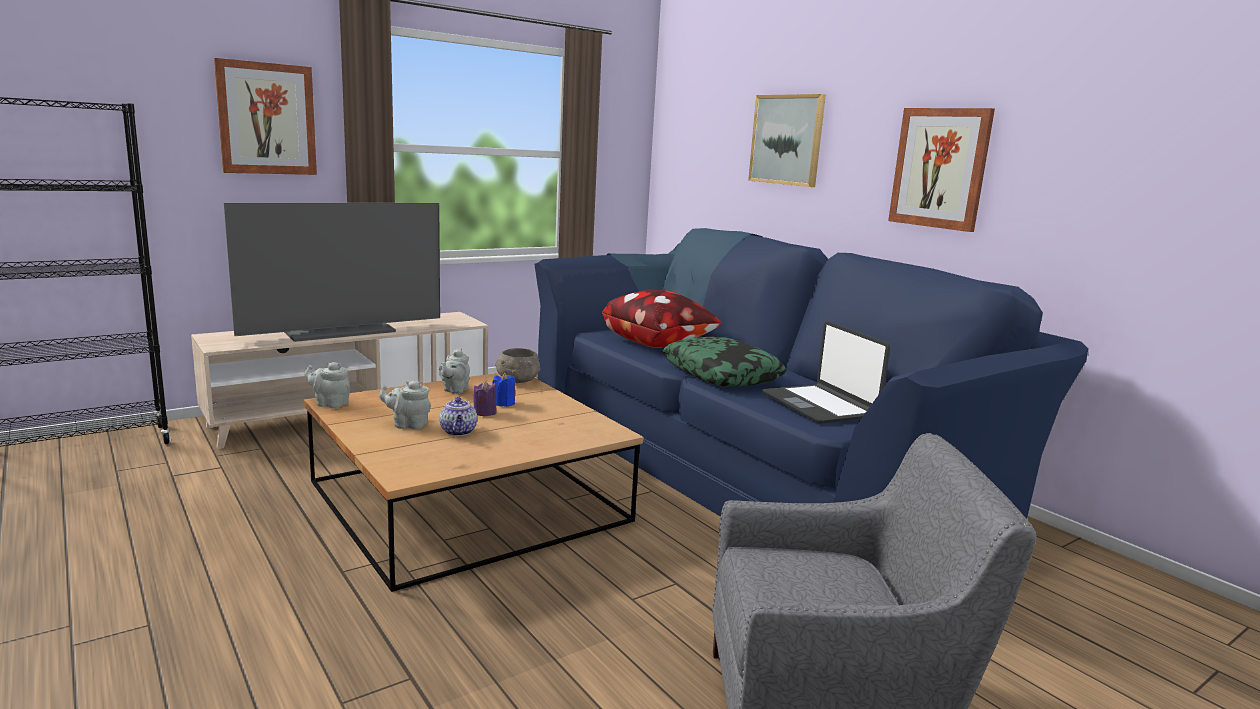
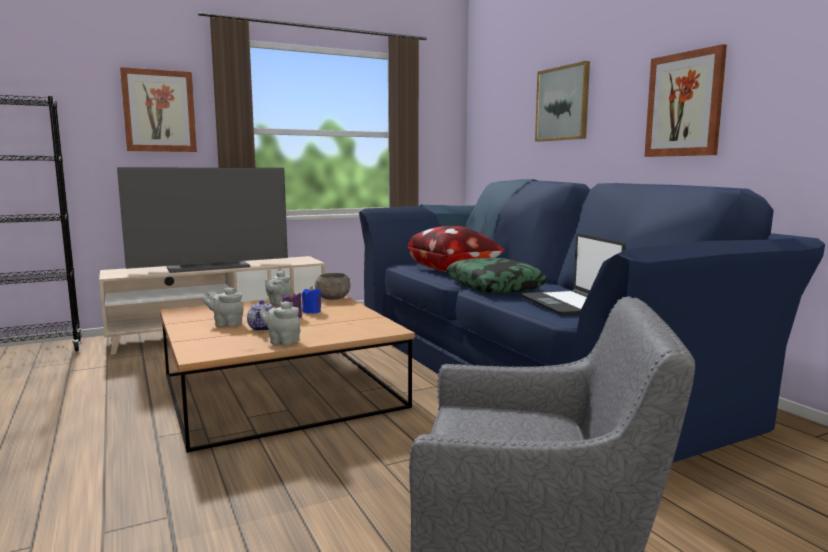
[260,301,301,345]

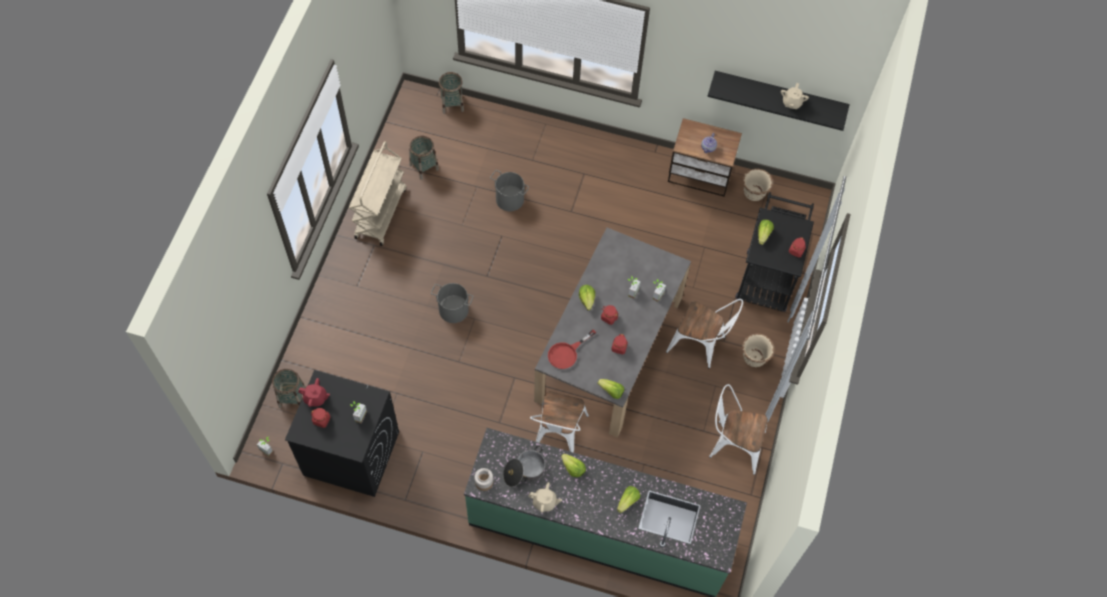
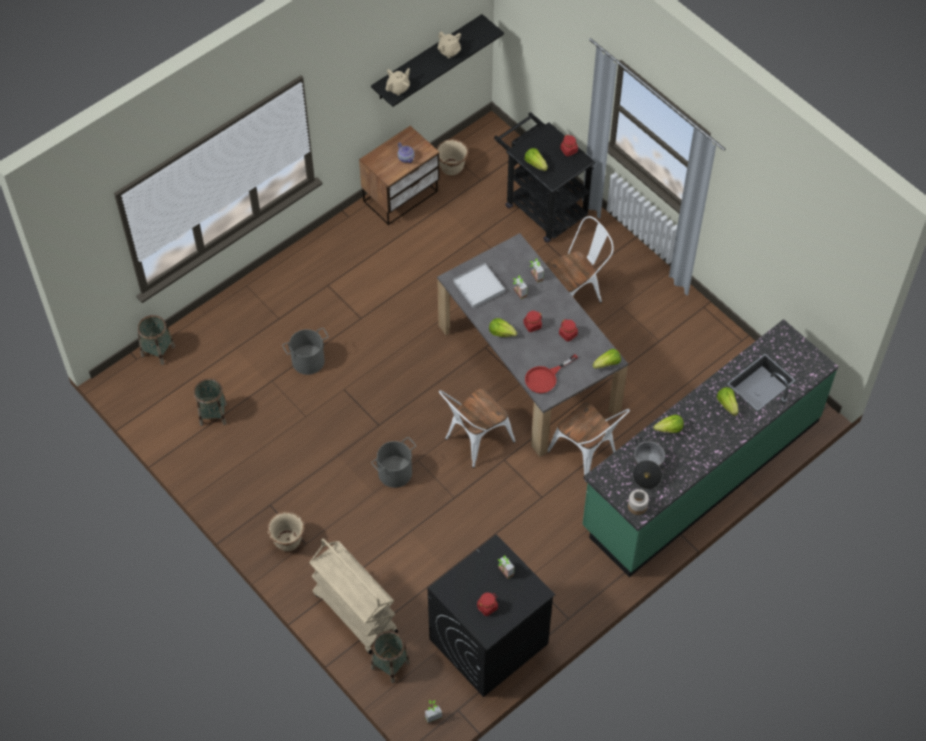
[268,511,305,551]
[309,538,398,654]
[385,68,410,95]
[439,388,515,468]
[453,263,505,309]
[525,354,578,394]
[298,378,330,407] (first image)

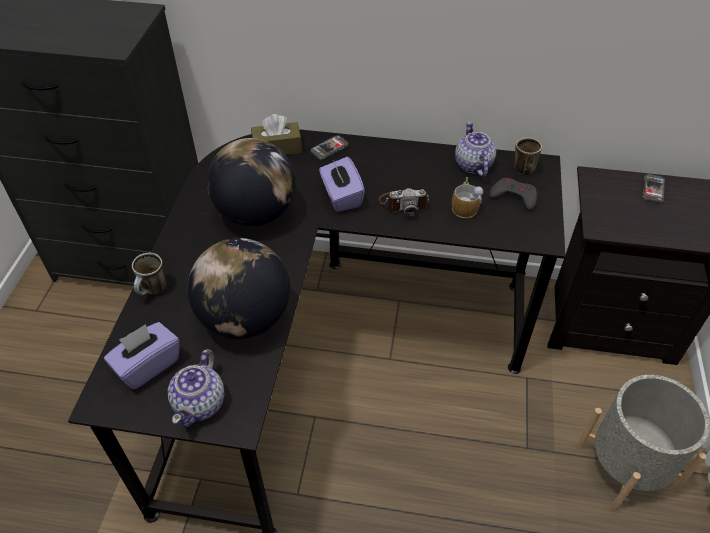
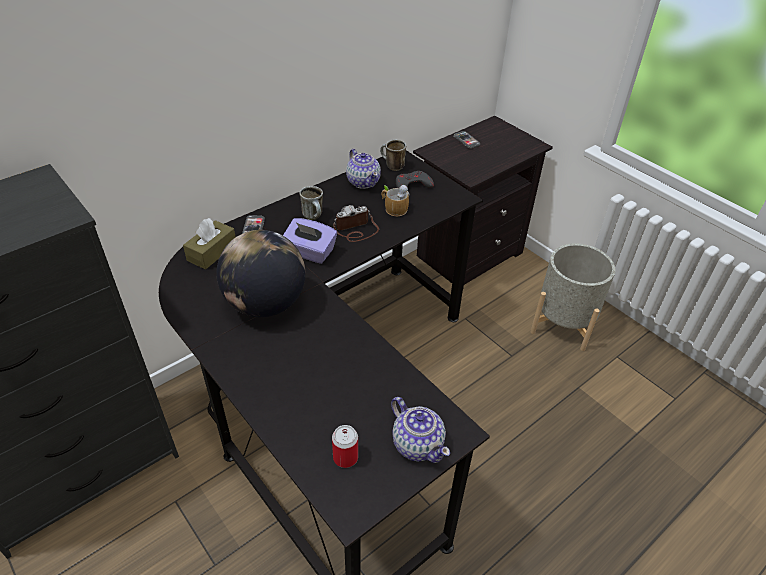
[299,186,323,220]
[332,425,358,468]
[333,205,379,242]
[346,149,381,189]
[187,238,290,339] (first image)

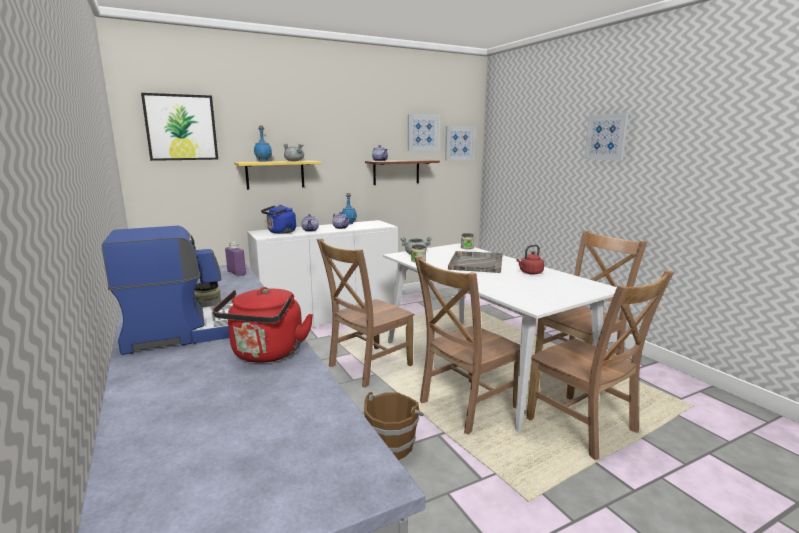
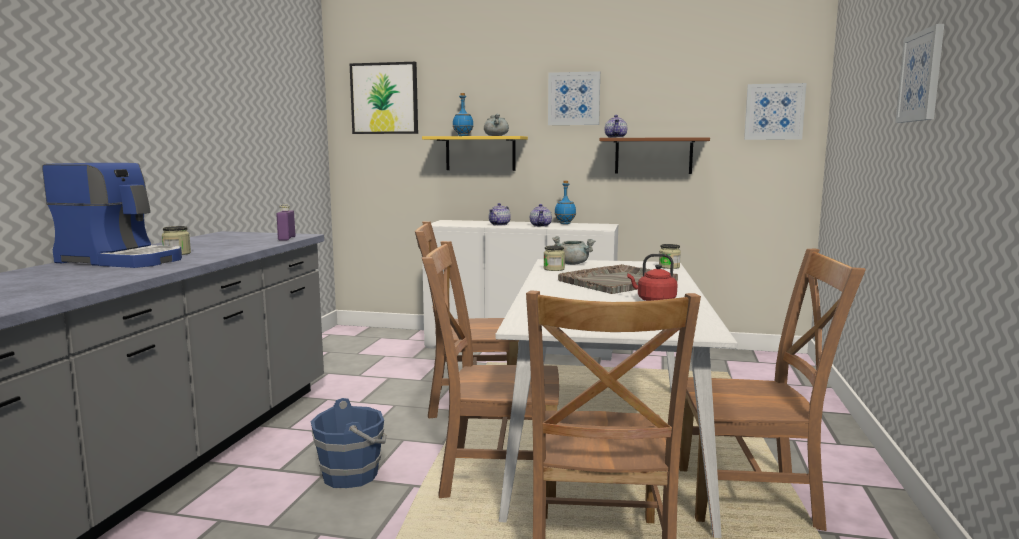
[310,398,387,488]
[548,71,600,125]
[213,287,314,363] (first image)
[261,205,296,234] (first image)

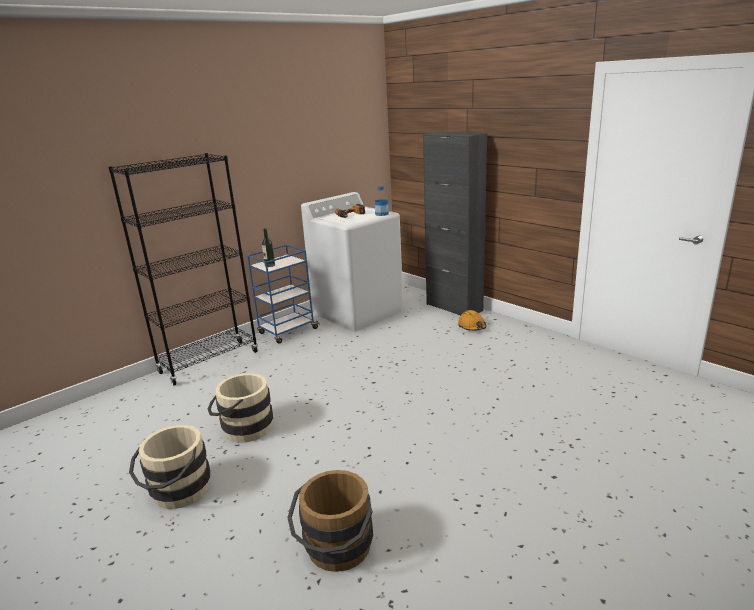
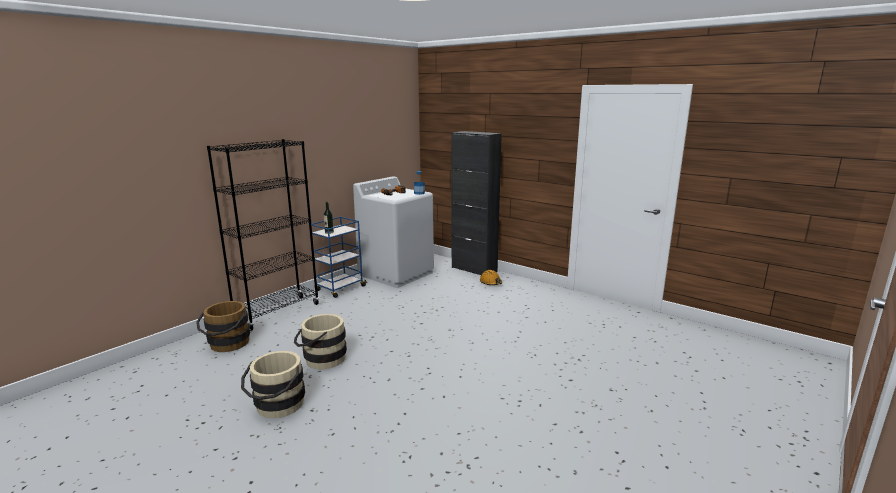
[196,301,250,352]

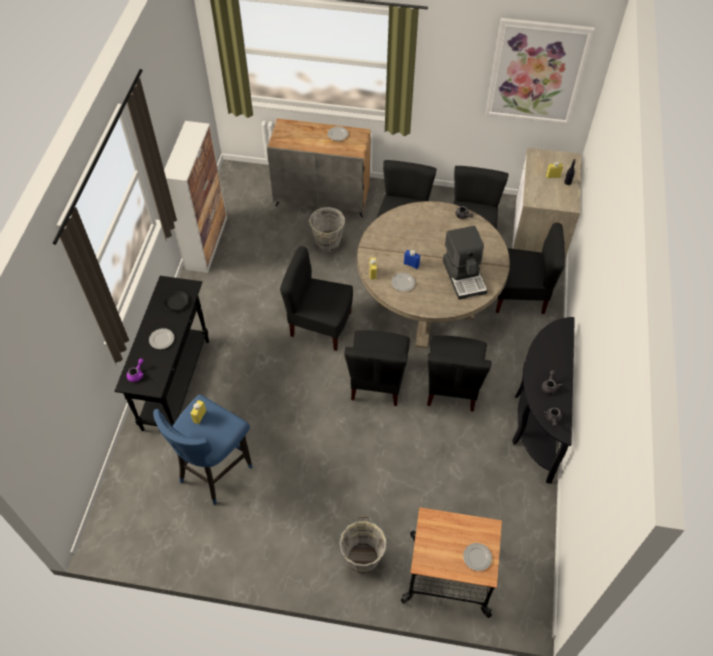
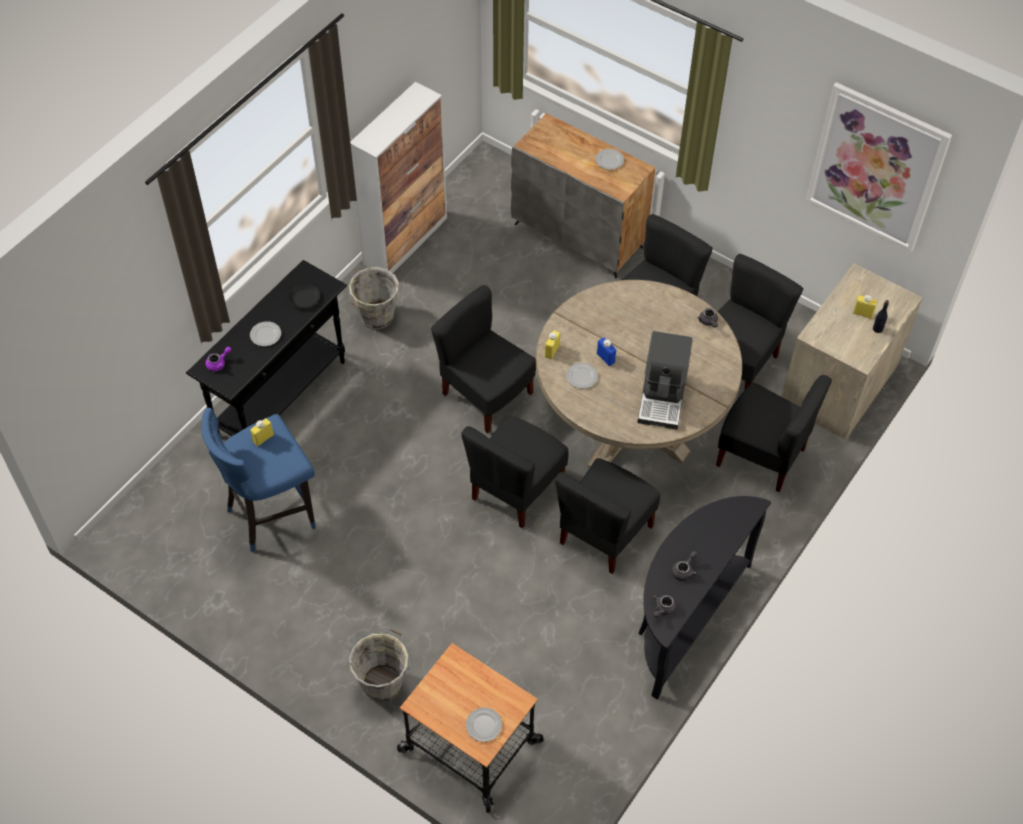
[347,267,399,329]

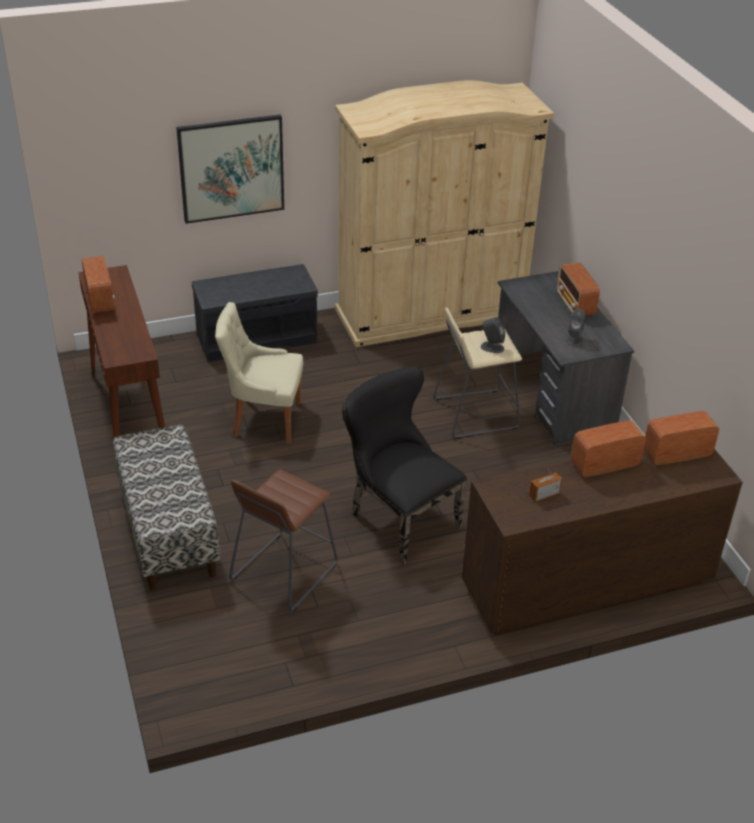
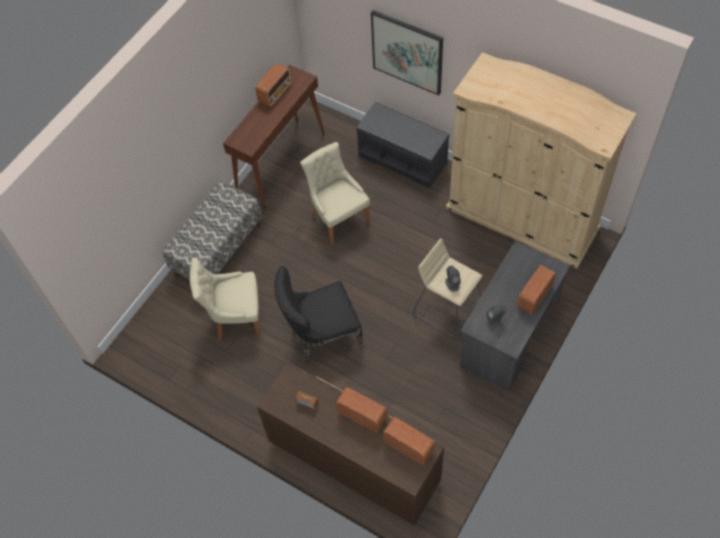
[190,257,261,341]
[274,266,364,363]

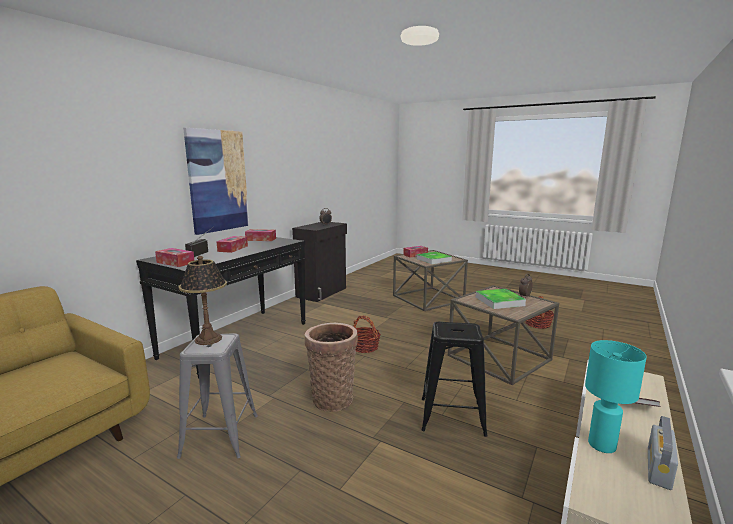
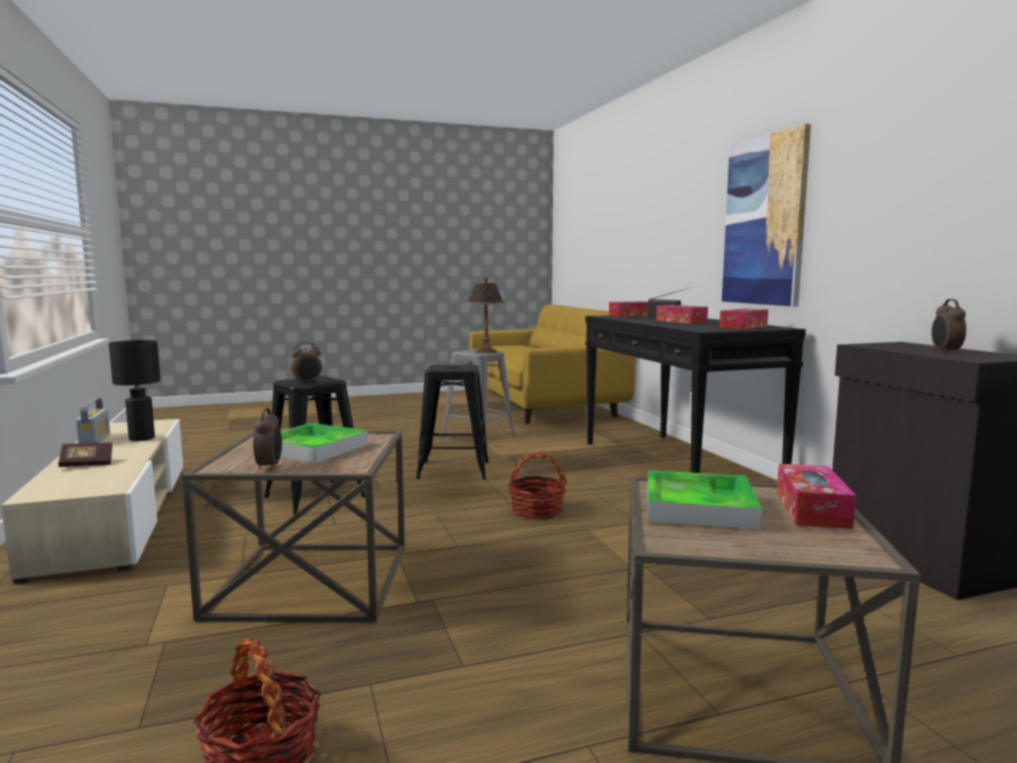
[109,340,161,441]
[290,342,322,384]
[416,365,489,480]

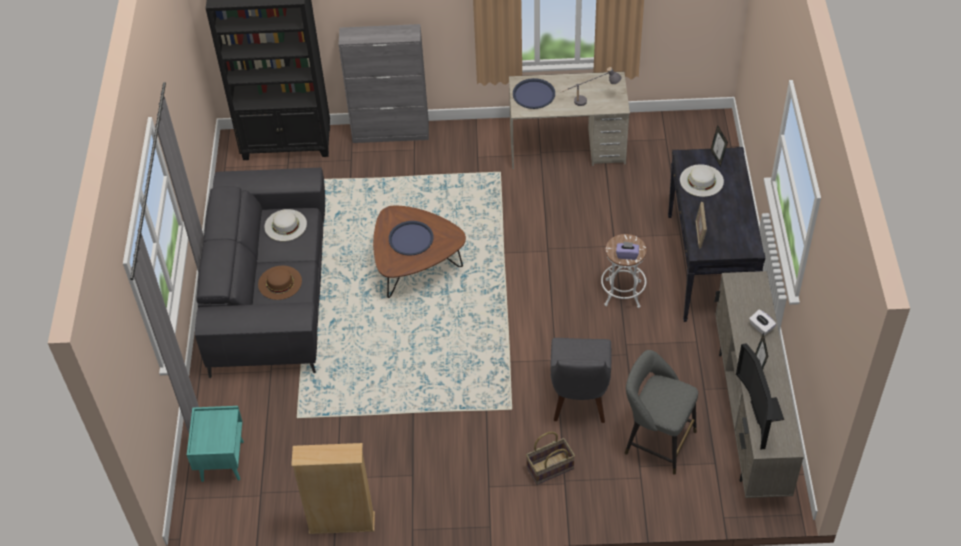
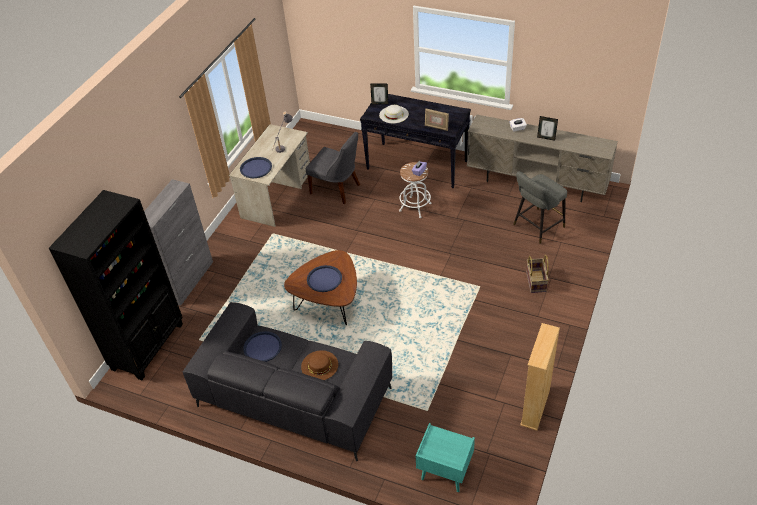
[243,331,282,362]
[306,132,360,204]
[736,343,784,450] (first image)

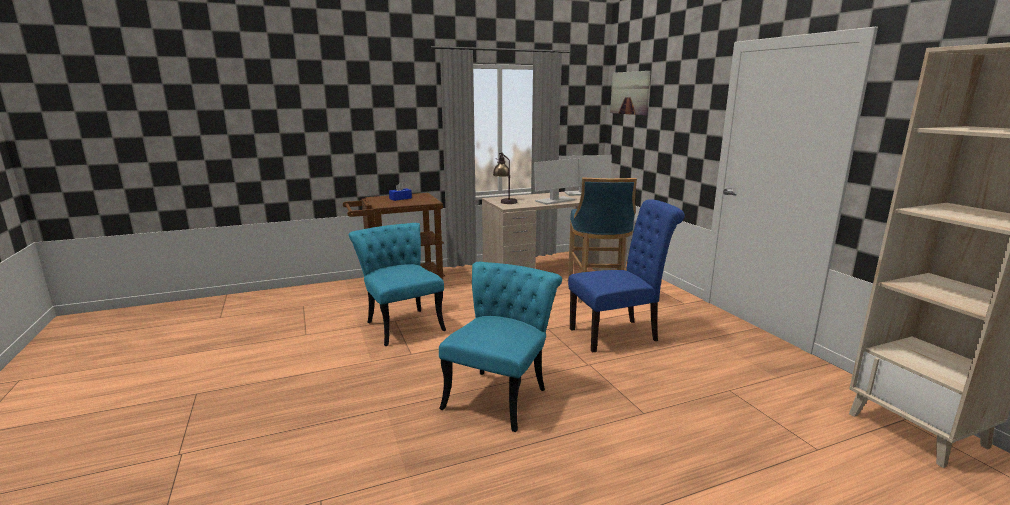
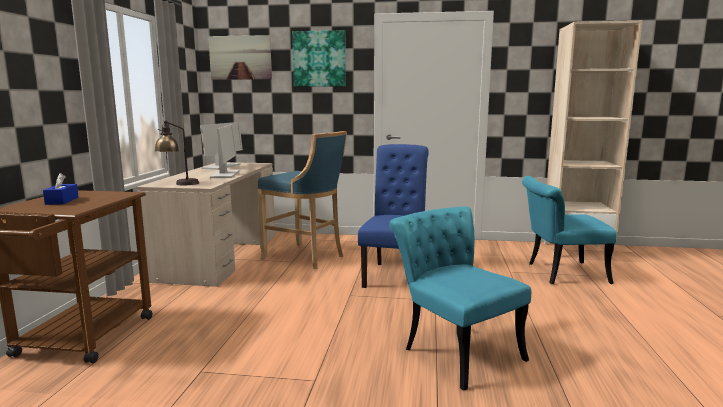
[292,30,346,87]
[522,176,616,284]

